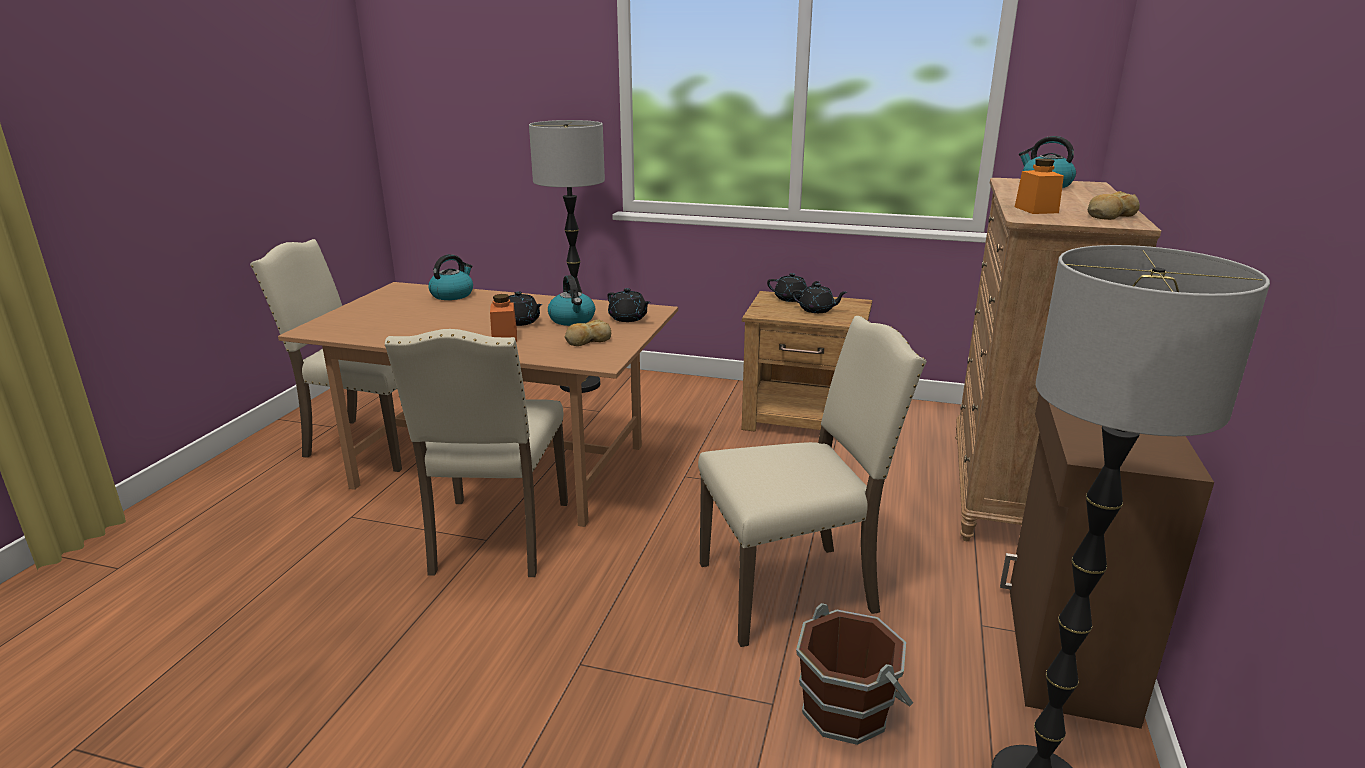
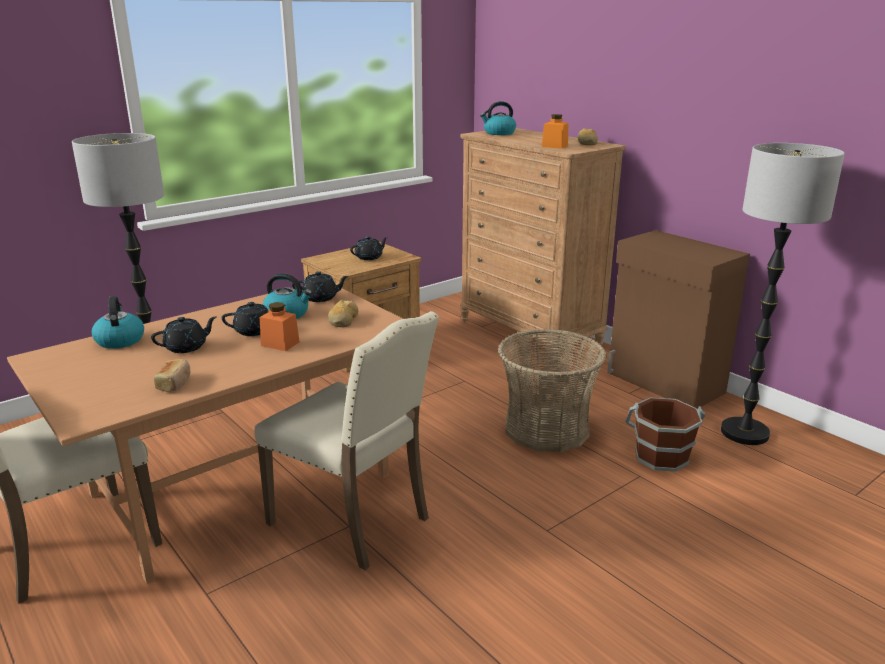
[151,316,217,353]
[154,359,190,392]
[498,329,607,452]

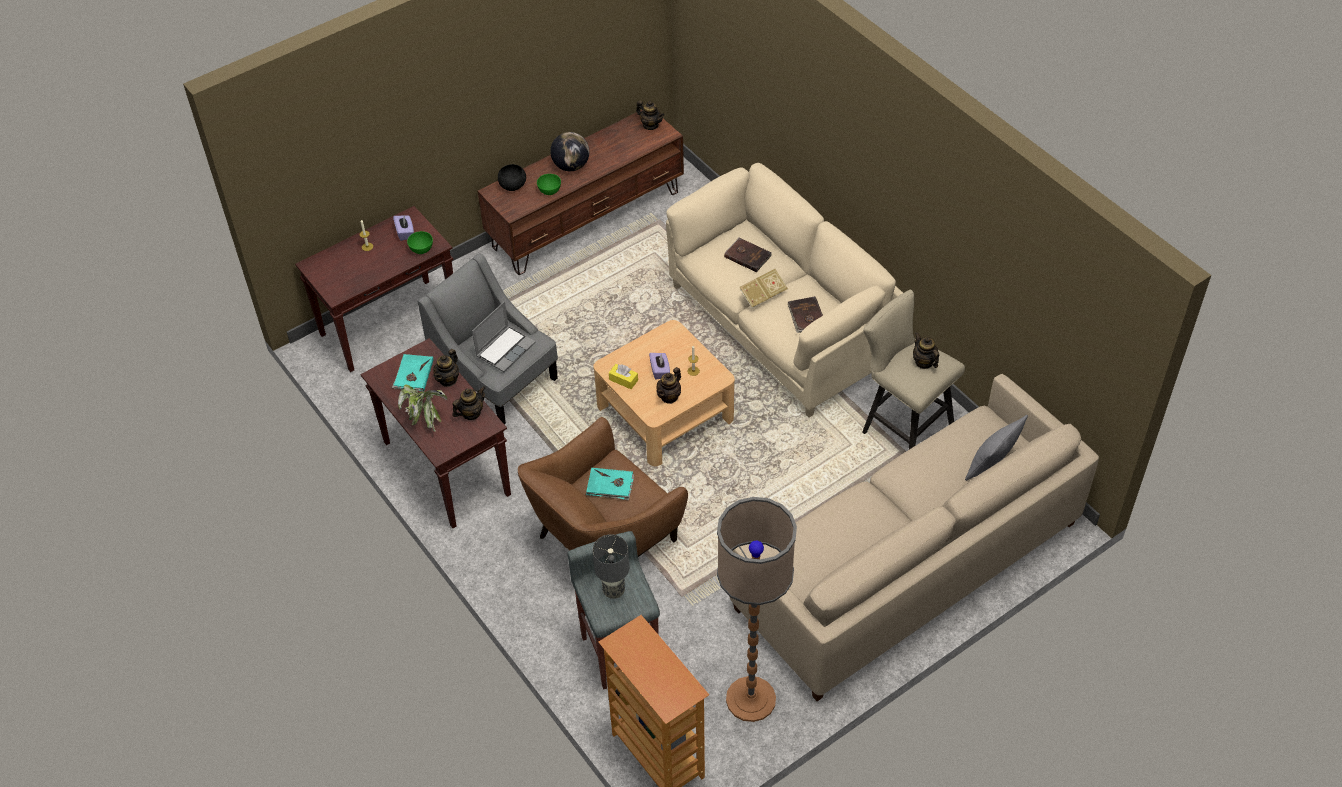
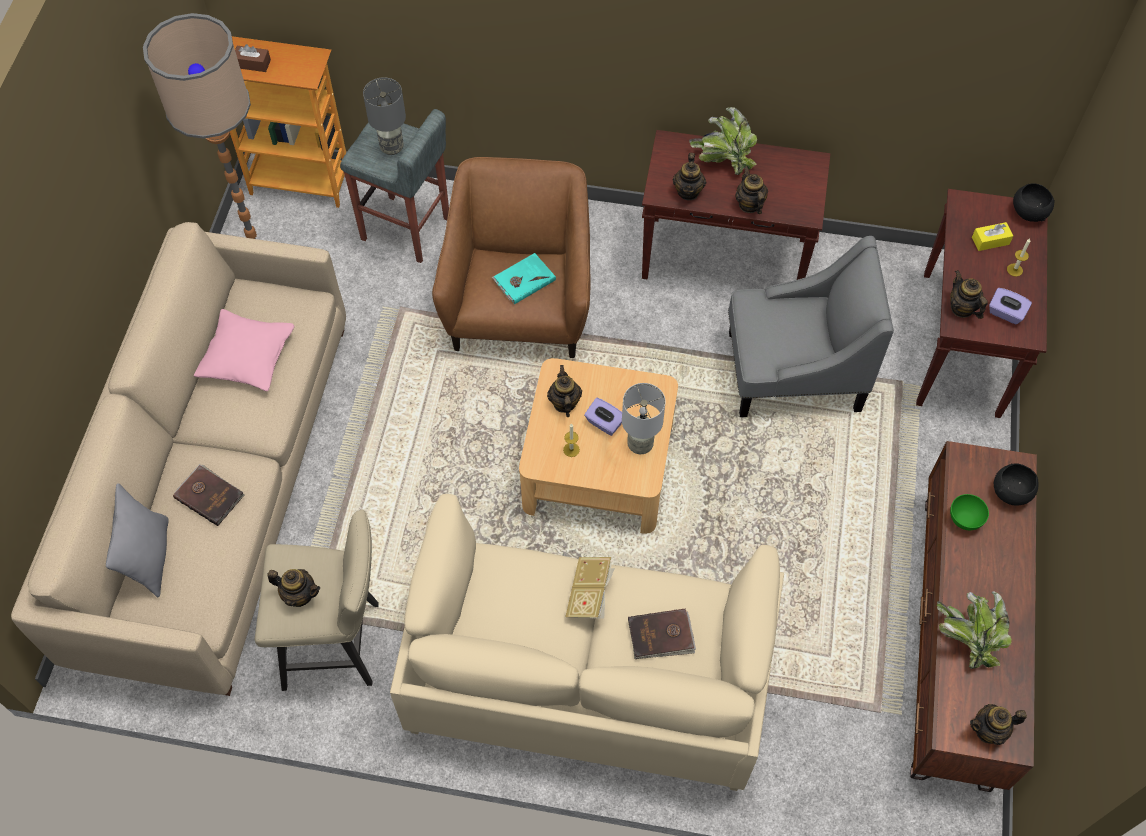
[173,464,244,526]
[194,309,294,391]
[235,44,271,72]
[622,383,665,454]
[937,591,1012,669]
[950,270,988,319]
[972,222,1013,251]
[1013,183,1055,222]
[392,354,434,392] (first image)
[472,301,535,372] (first image)
[550,132,589,171] (first image)

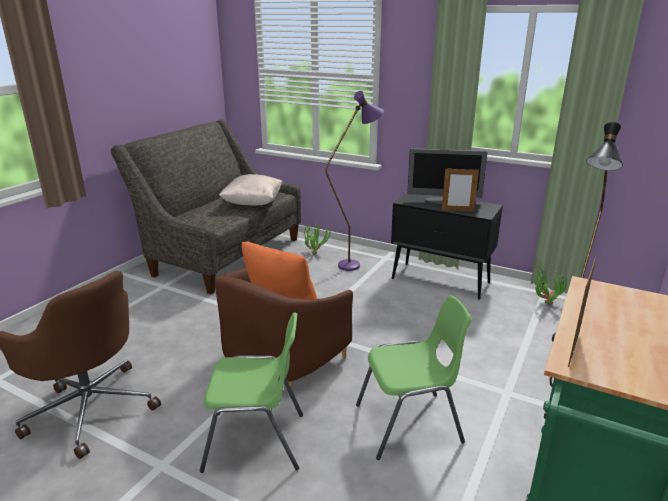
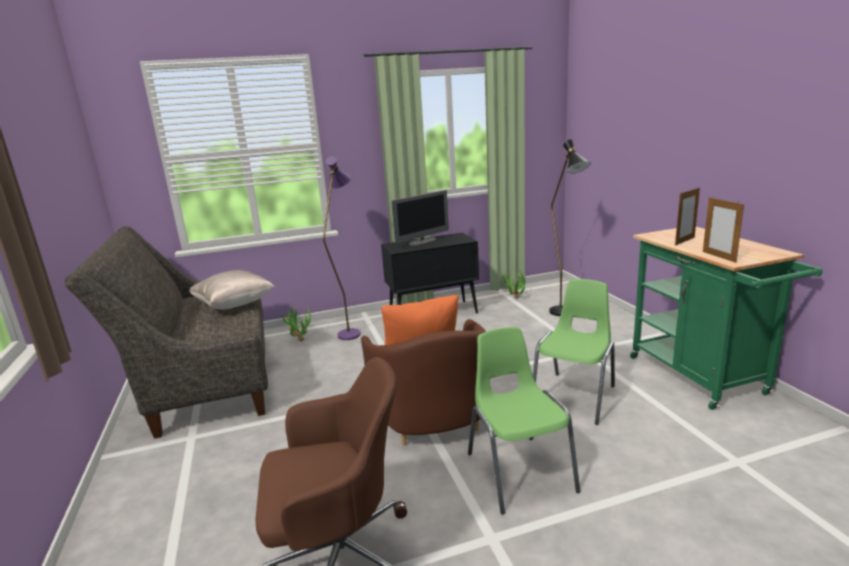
[468,327,580,514]
[675,188,700,246]

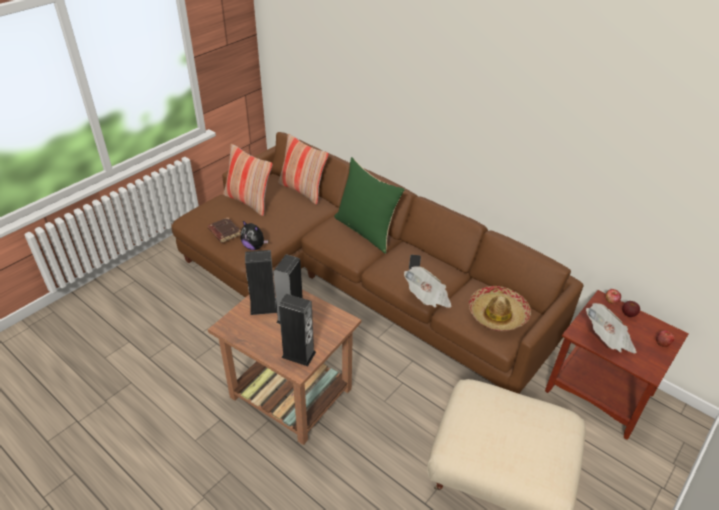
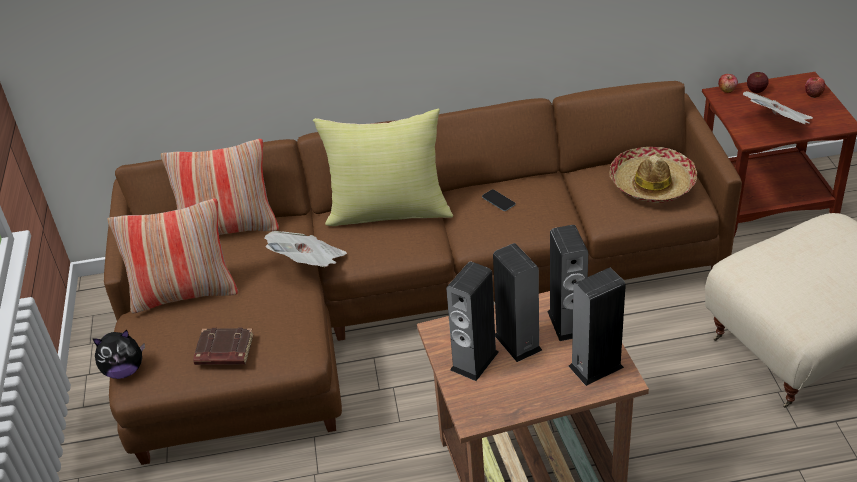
[92,330,145,379]
[264,231,347,267]
[313,109,453,226]
[547,225,588,341]

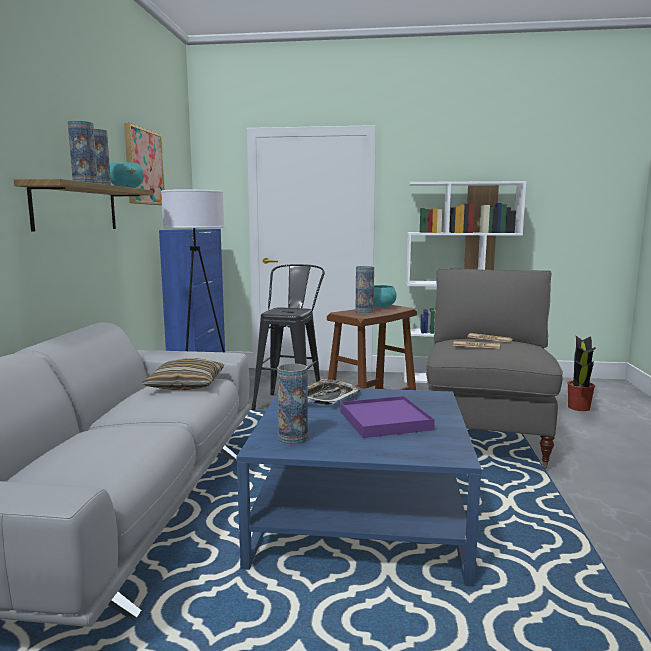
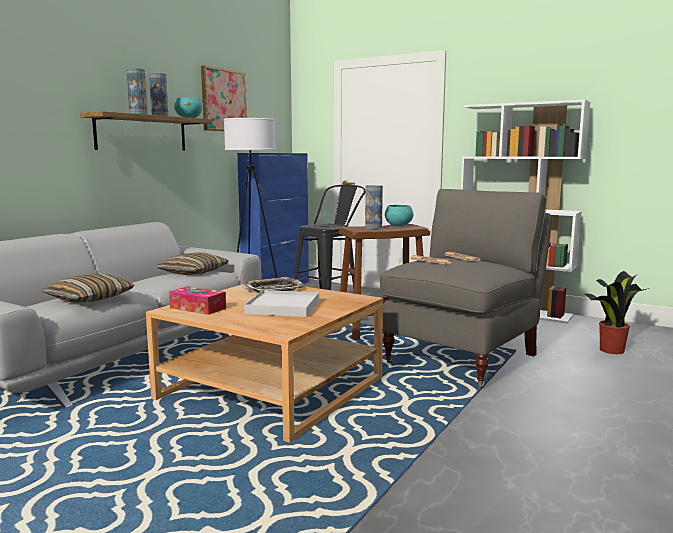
[41,274,134,303]
[146,284,383,443]
[169,286,226,315]
[244,290,319,317]

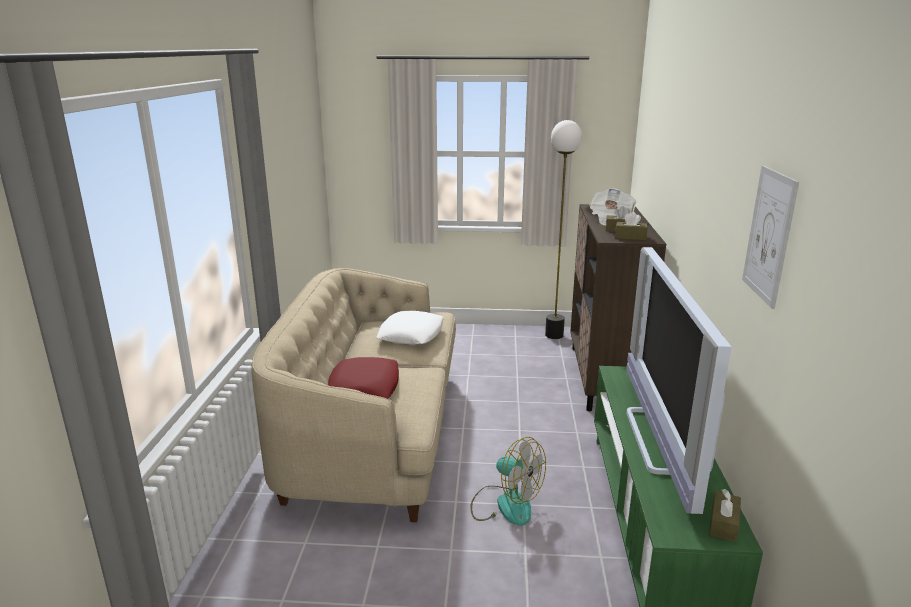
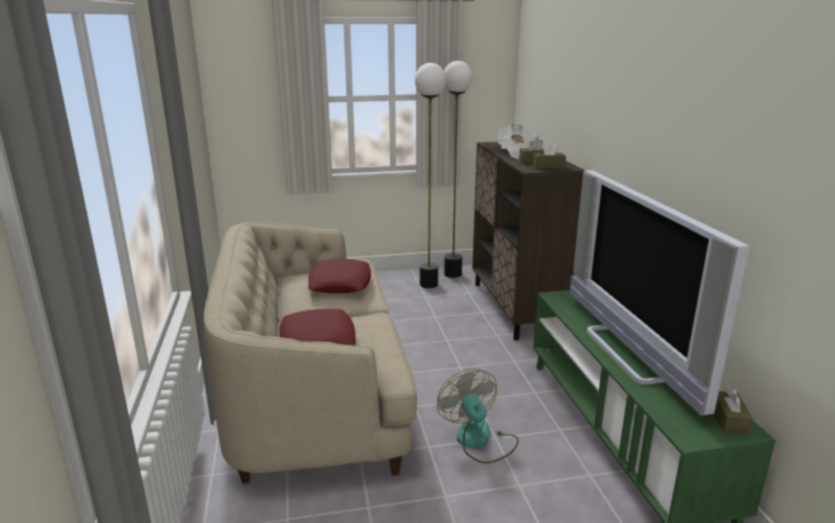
[308,259,371,293]
[415,63,446,288]
[437,369,519,464]
[742,166,799,309] (first image)

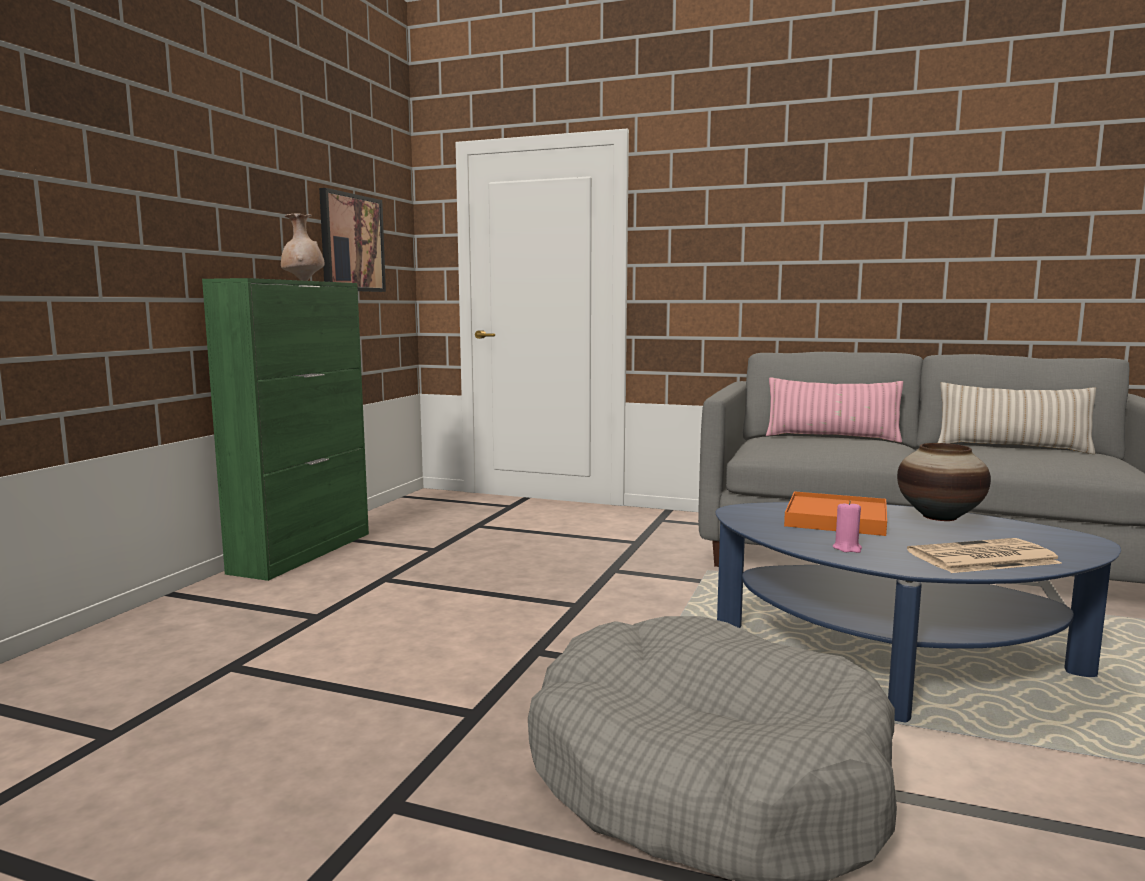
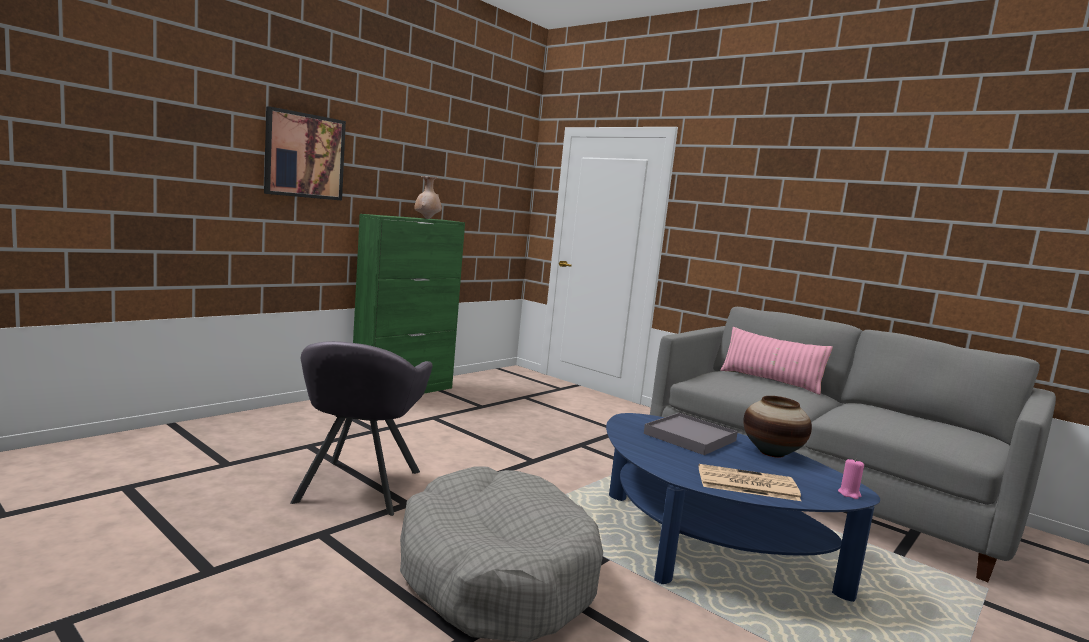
[264,106,346,201]
[290,341,433,516]
[644,413,738,455]
[838,459,864,499]
[938,382,1096,454] (first image)

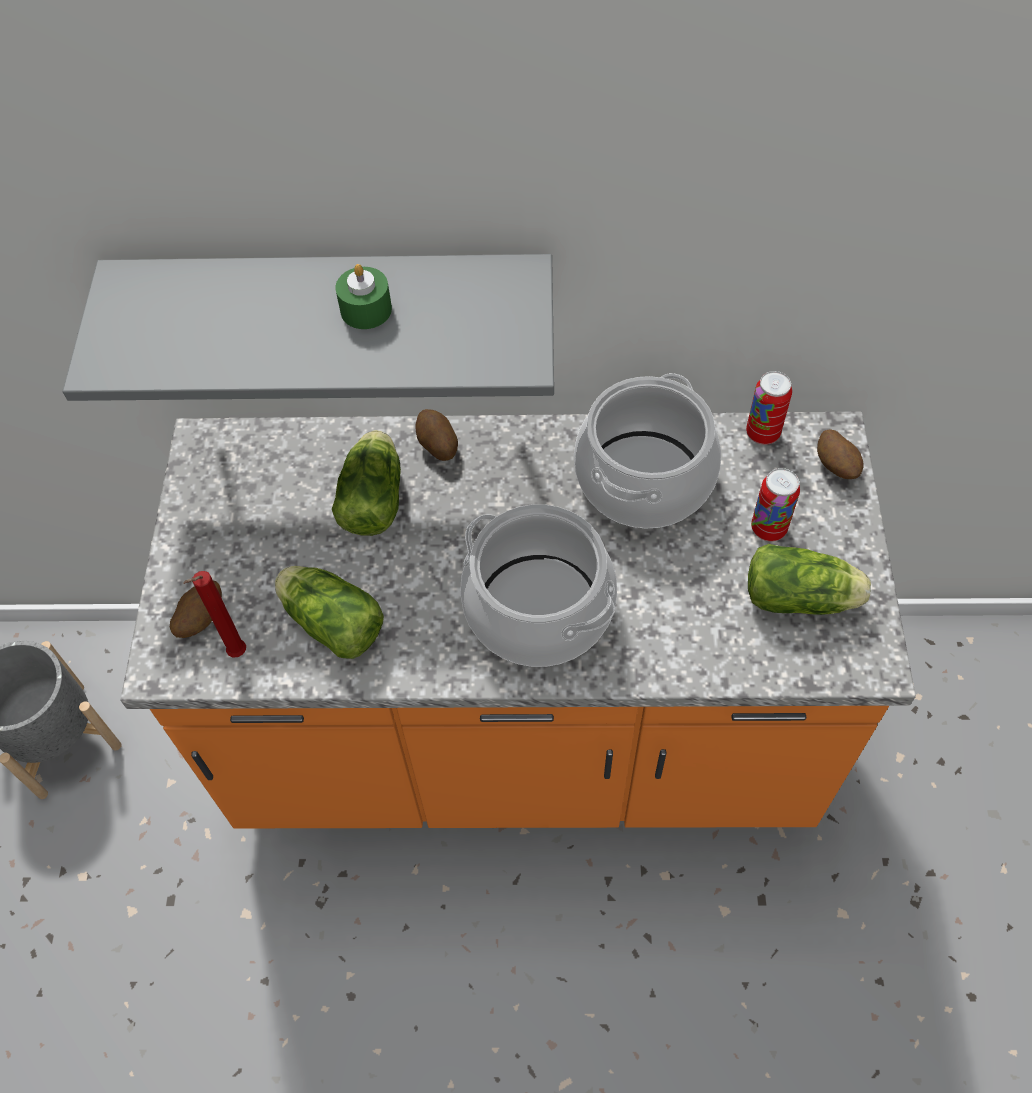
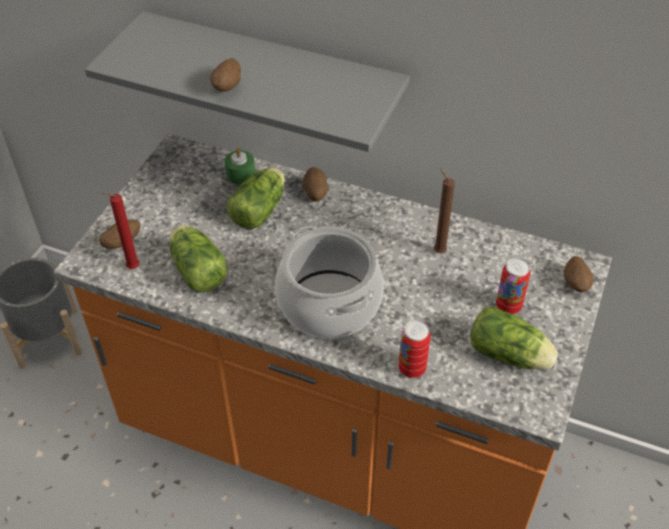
[210,58,241,92]
[225,148,255,185]
[398,320,431,378]
[434,168,455,253]

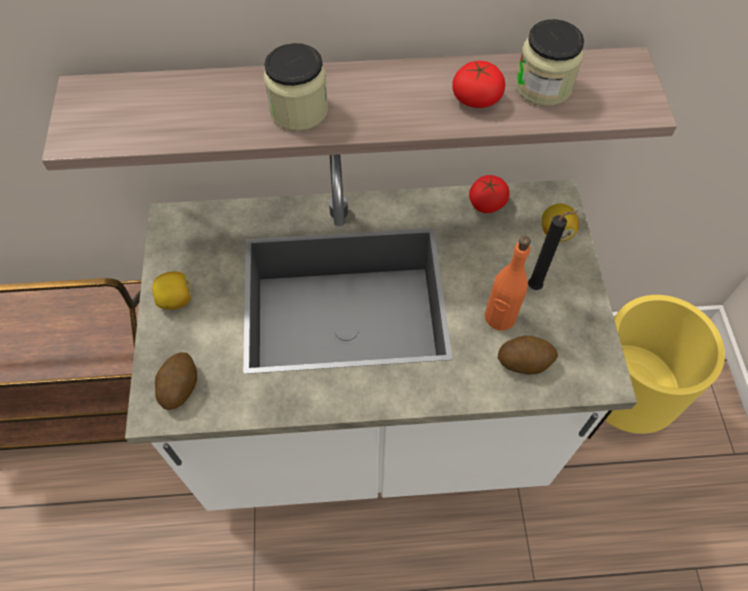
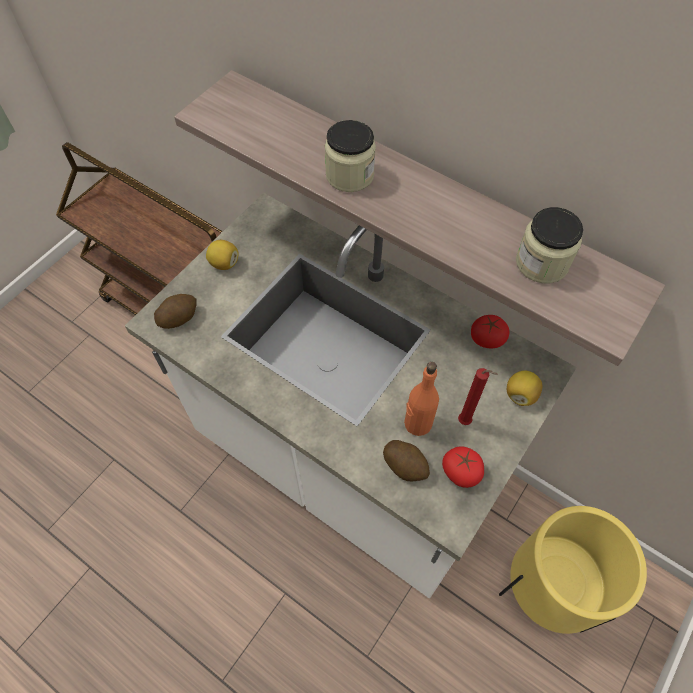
[442,447,484,488]
[458,368,498,425]

